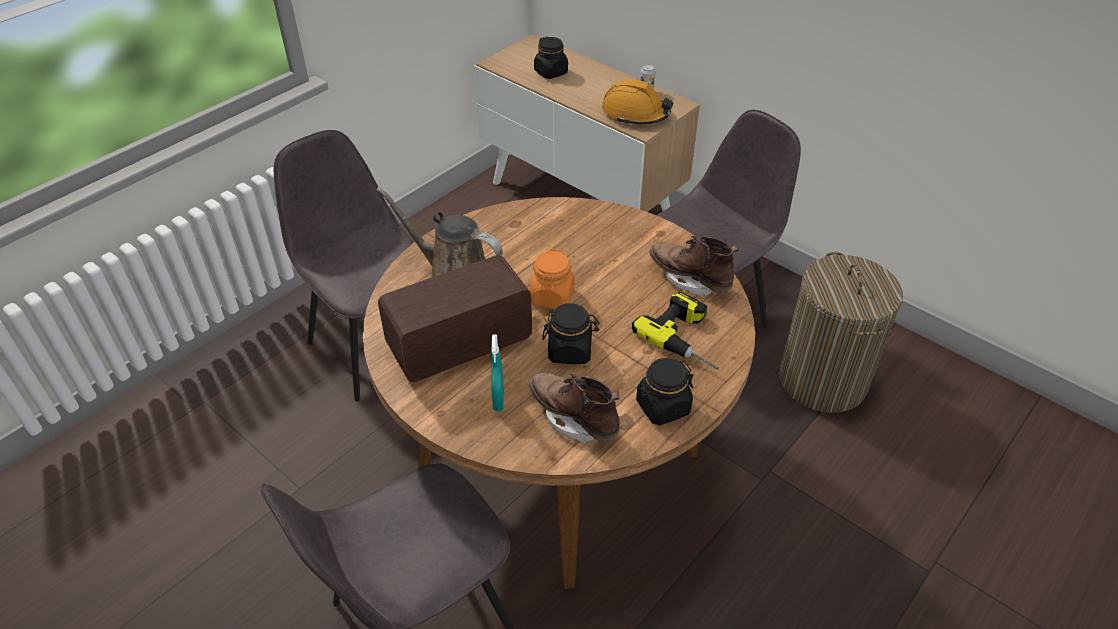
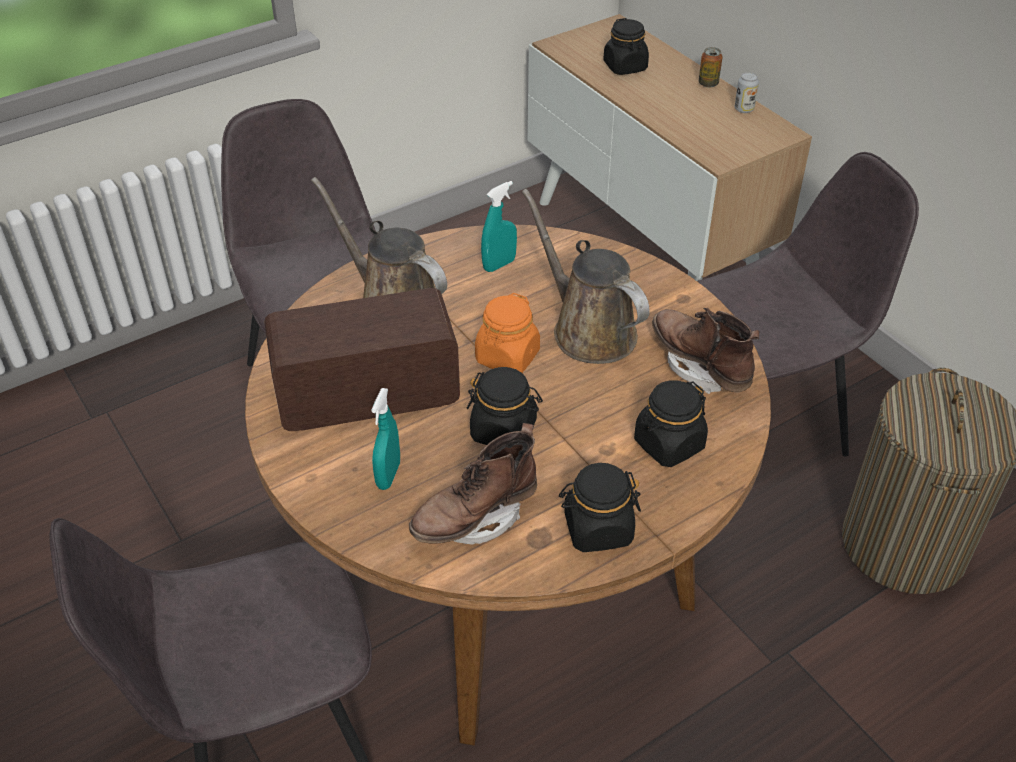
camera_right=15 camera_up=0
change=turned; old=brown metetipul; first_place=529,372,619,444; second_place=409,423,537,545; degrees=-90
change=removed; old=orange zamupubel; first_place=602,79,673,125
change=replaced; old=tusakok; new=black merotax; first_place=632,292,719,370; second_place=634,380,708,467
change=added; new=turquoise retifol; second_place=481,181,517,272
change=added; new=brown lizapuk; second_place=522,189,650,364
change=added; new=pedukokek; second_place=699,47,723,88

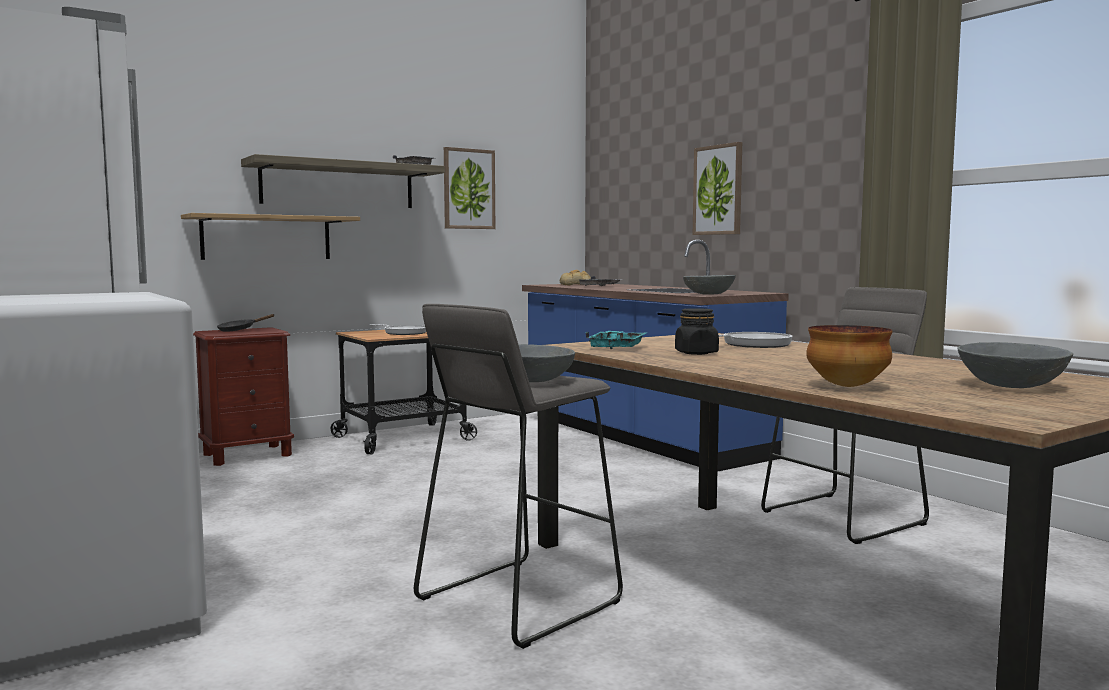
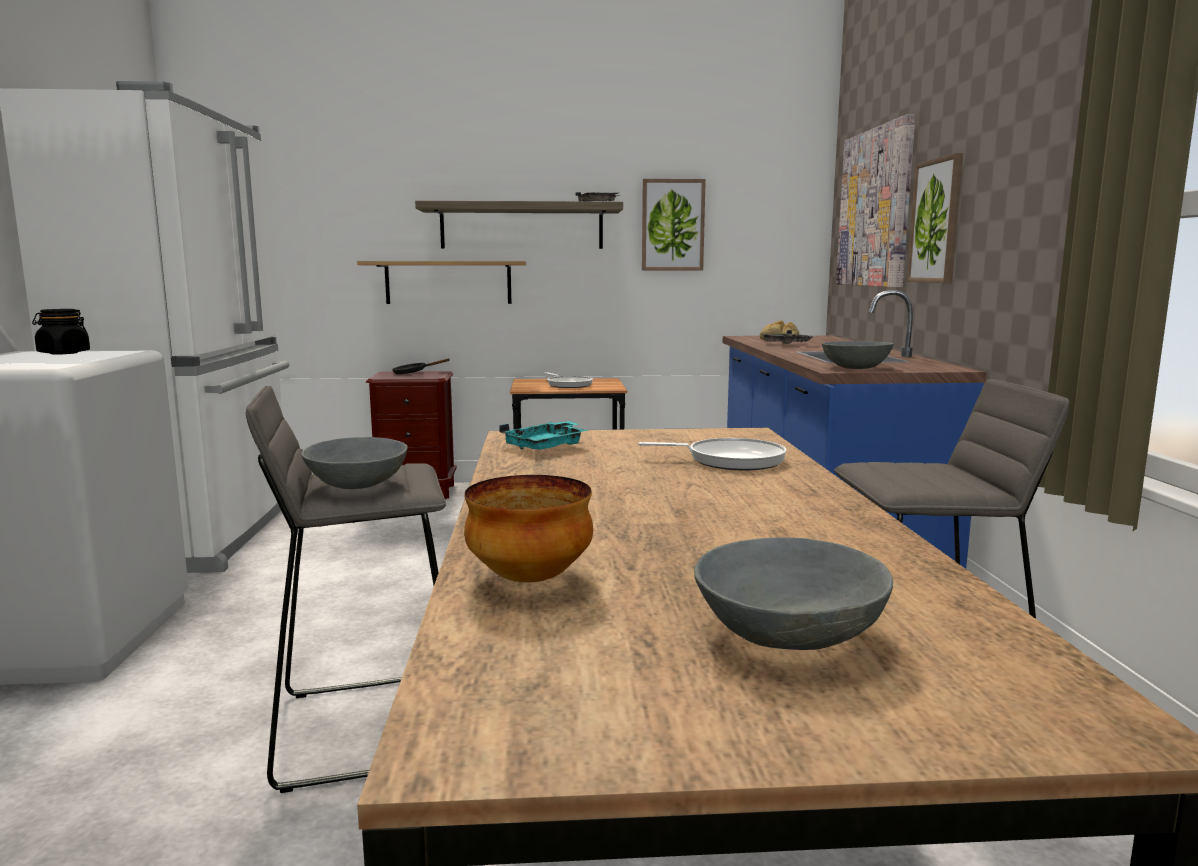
camera_right=30 camera_up=5
change=moved; old=black merotax; first_place=675,308,719,355; second_place=32,309,90,355
change=added; new=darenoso; second_place=836,114,915,287

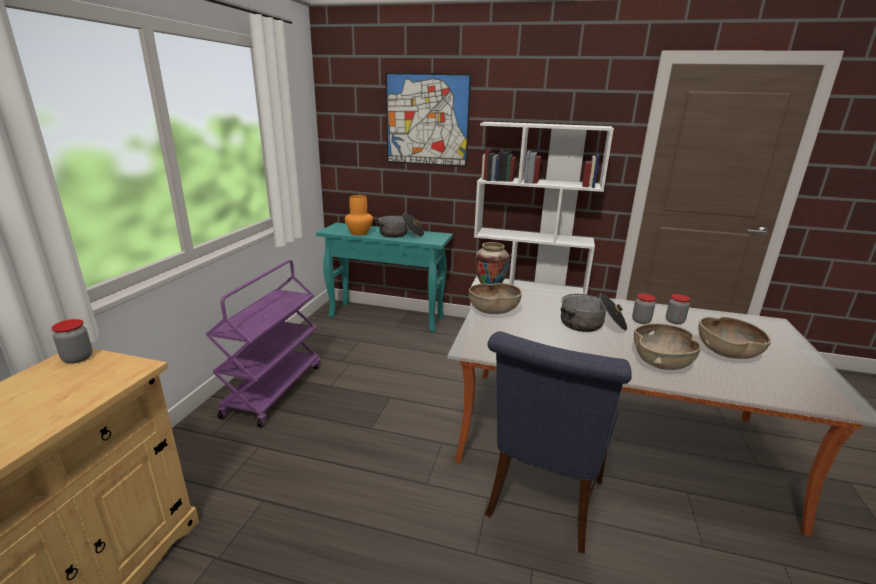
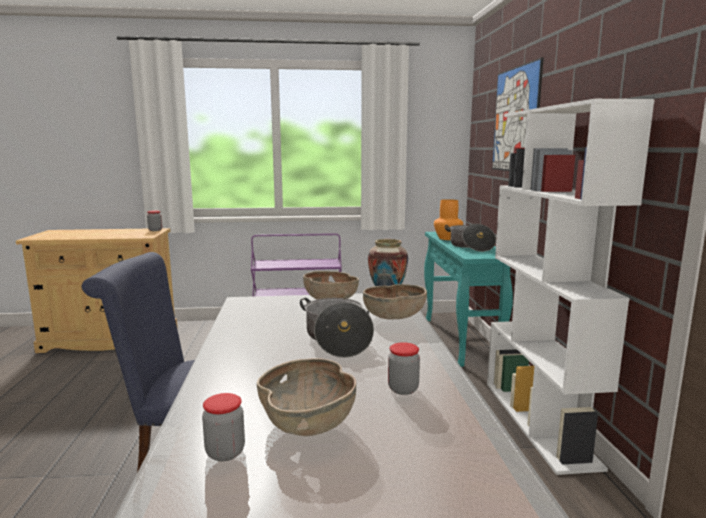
camera_right=70 camera_up=-10
change=moved; old=merotax; first_place=632,294,656,324; second_place=202,393,245,461
change=moved; old=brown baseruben; first_place=634,323,701,370; second_place=363,284,427,319

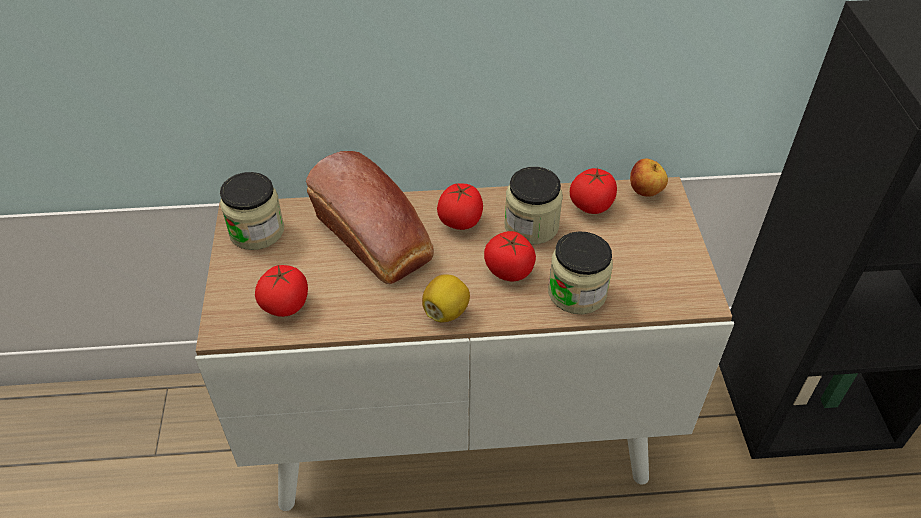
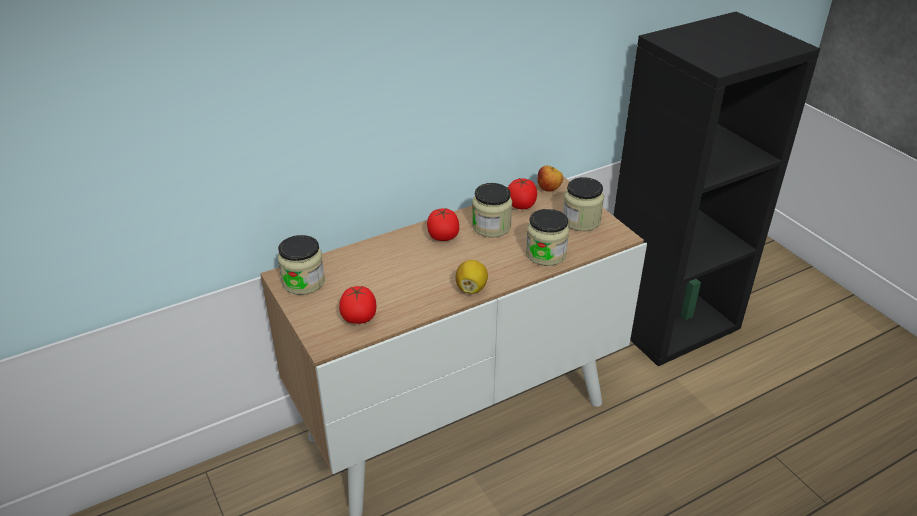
camera_right=-25 camera_up=-10
change=removed; old=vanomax; first_place=306,151,434,284
change=removed; old=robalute; first_place=484,231,536,281
change=added; new=merotax; second_place=563,177,604,231

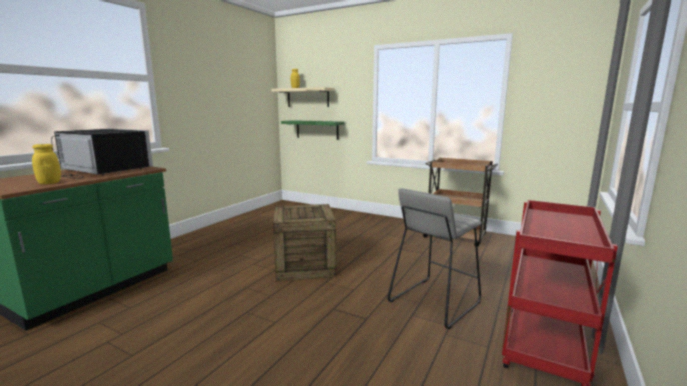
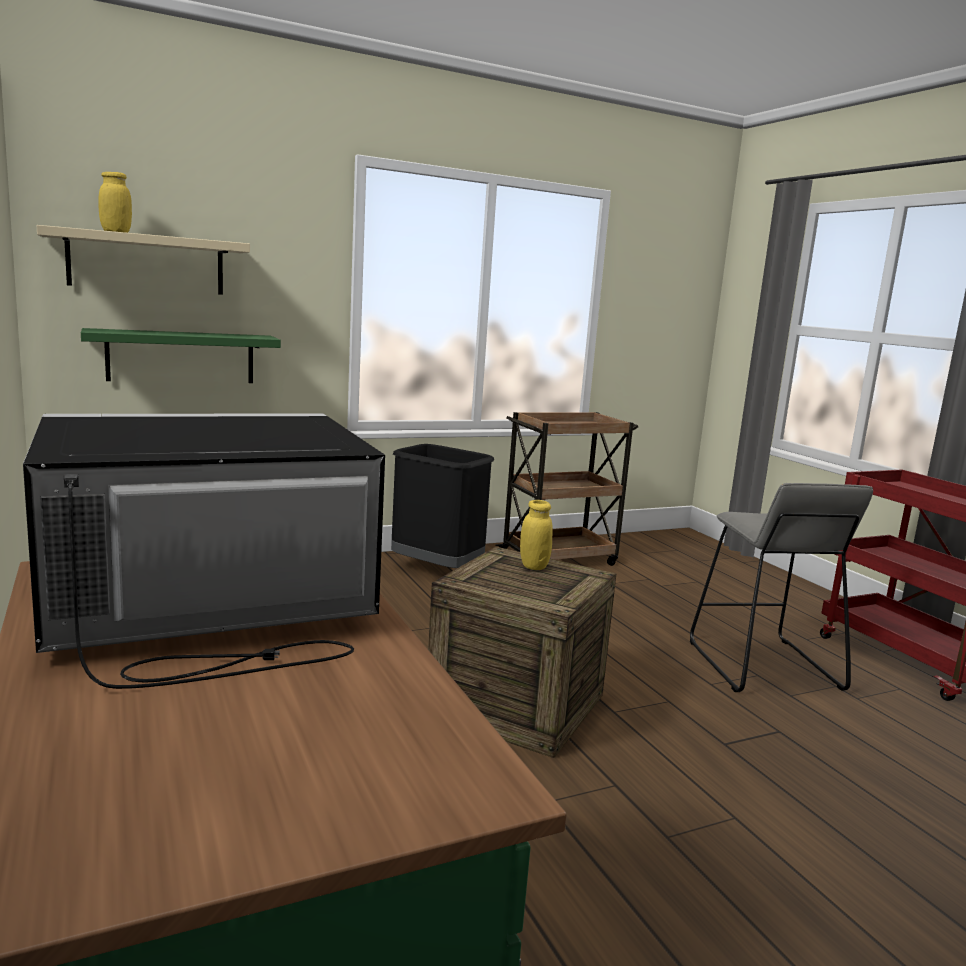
camera_right=-55 camera_up=0
change=moved; old=yellow merotax; first_place=32,144,61,184; second_place=520,500,553,570
change=added; new=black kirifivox; second_place=391,444,494,568

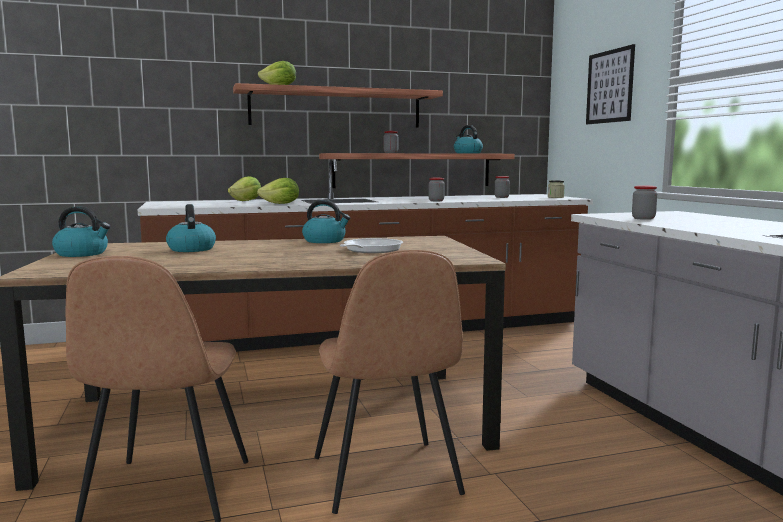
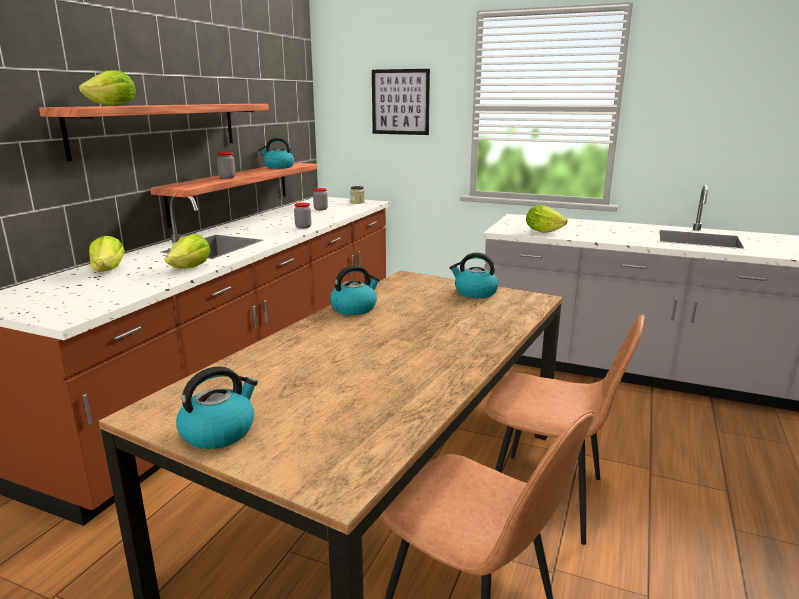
camera_right=-50 camera_up=10
change=moved; old=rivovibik; first_place=166,204,216,252; second_place=450,253,499,298
change=removed; old=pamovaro; first_place=340,238,403,253
change=replaced; old=merotax; new=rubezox; first_place=632,185,657,220; second_place=526,205,568,233

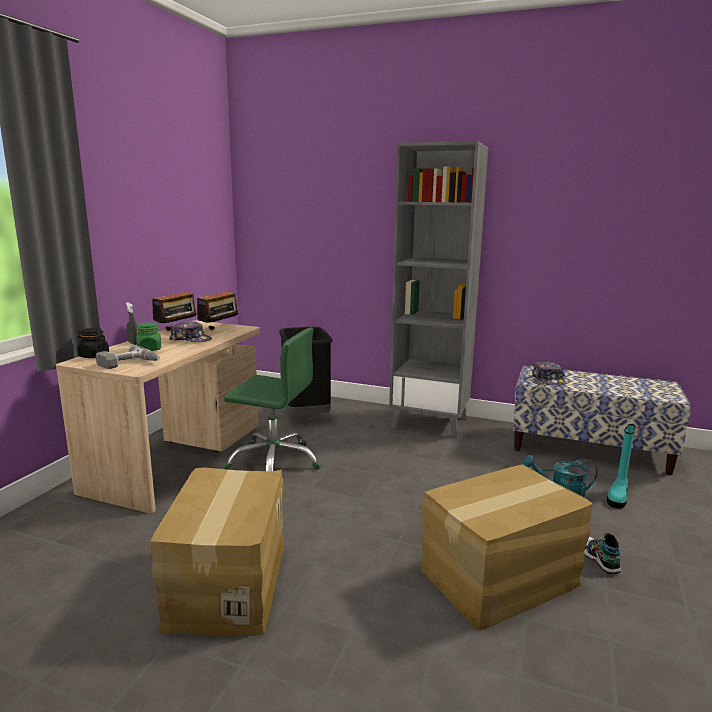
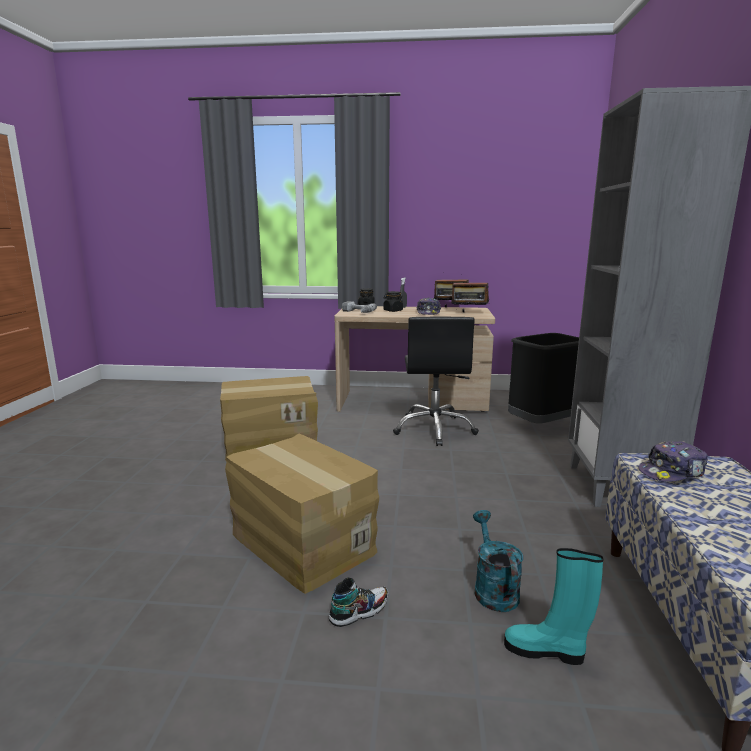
camera_right=75 camera_up=0
change=recoloured; old=green merotax; new=black merotax; first_place=137,322,161,351; second_place=383,291,403,312
change=recoloured; old=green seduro; new=black seduro; first_place=223,328,322,471; second_place=393,317,479,446

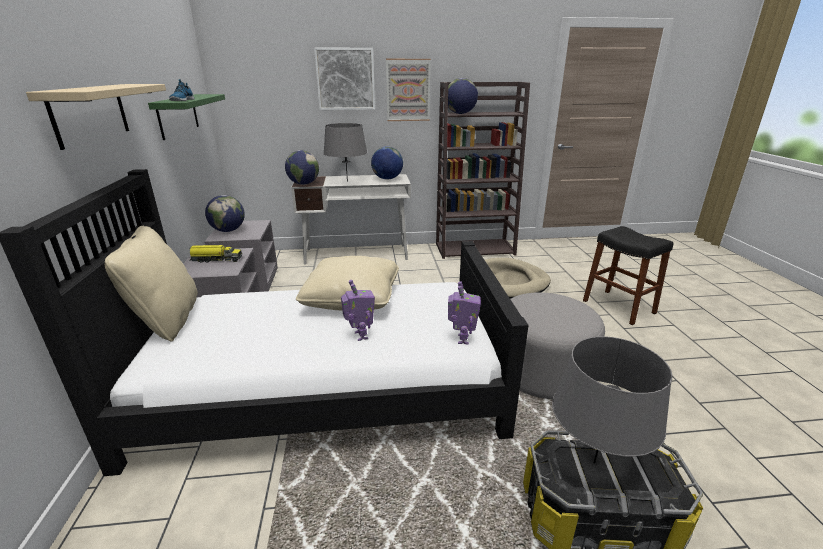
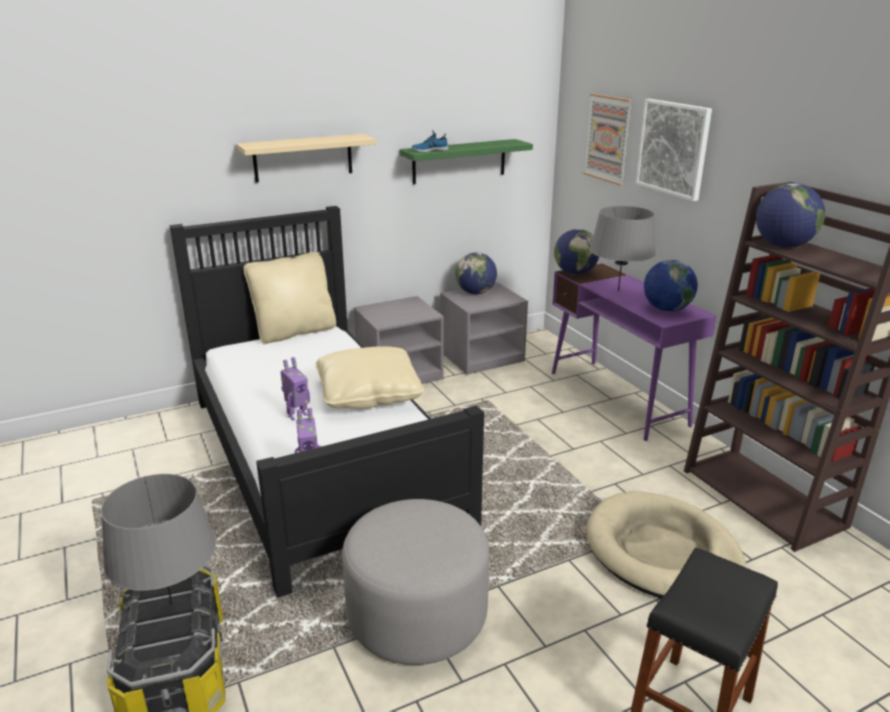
camera_right=70 camera_up=0
change=removed; old=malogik; first_place=189,245,242,263
change=recoloured; old=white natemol; new=purple natemol; first_place=291,174,411,265; second_place=552,263,716,441
change=moved; old=darenoso; first_place=386,59,431,121; second_place=584,93,633,185

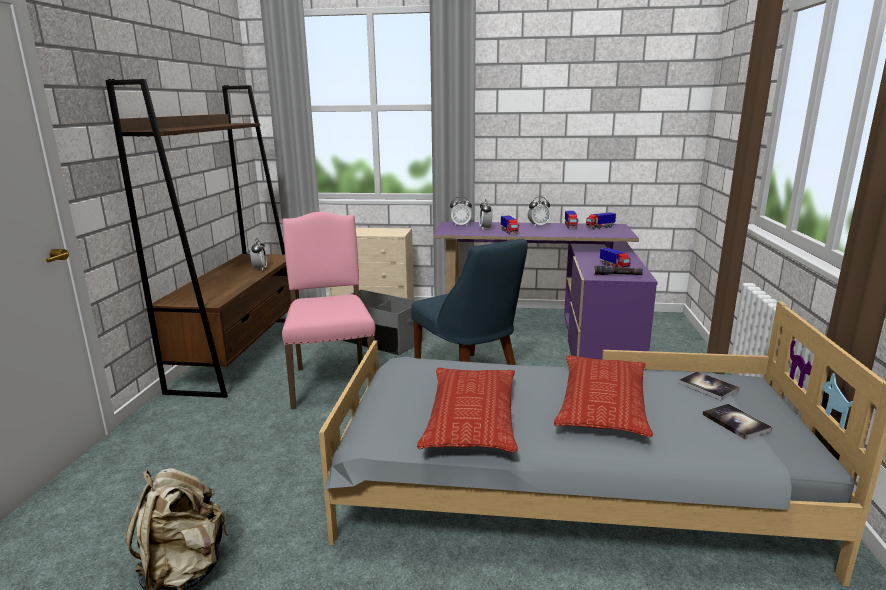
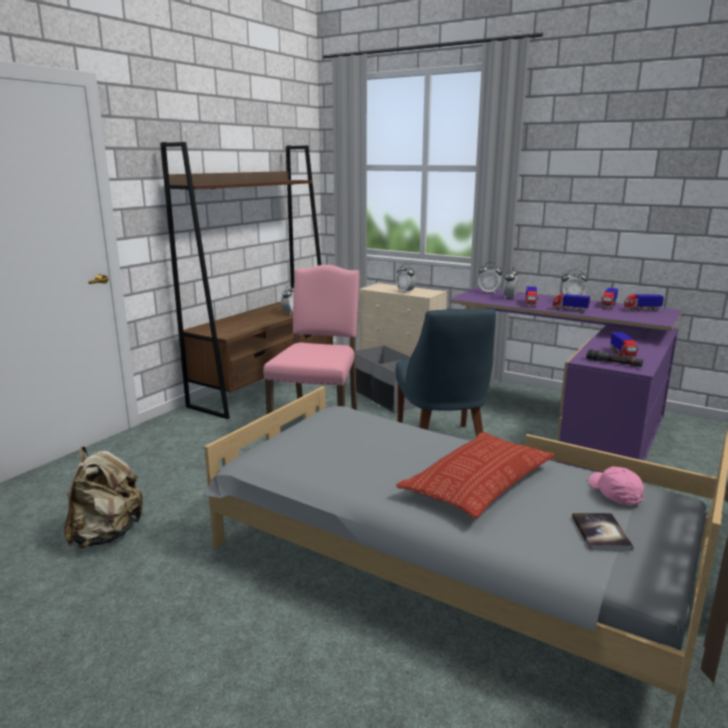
camera_right=25 camera_up=0
change=removed; old=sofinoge; first_place=417,367,518,452
change=replaced; old=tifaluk; new=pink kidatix; first_place=678,371,739,401; second_place=589,467,644,505
change=added; new=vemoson; second_place=396,264,416,293
change=added; new=malogik; second_place=552,294,590,313

